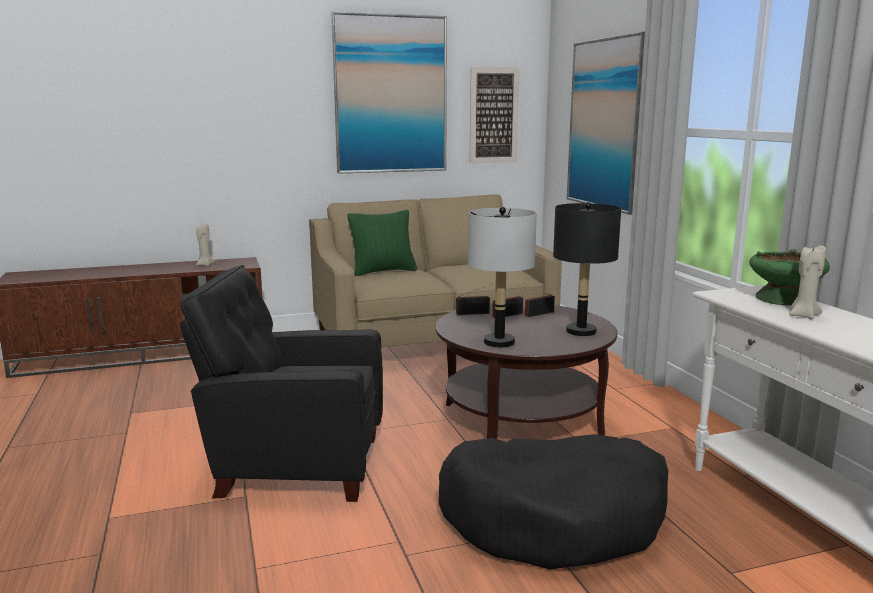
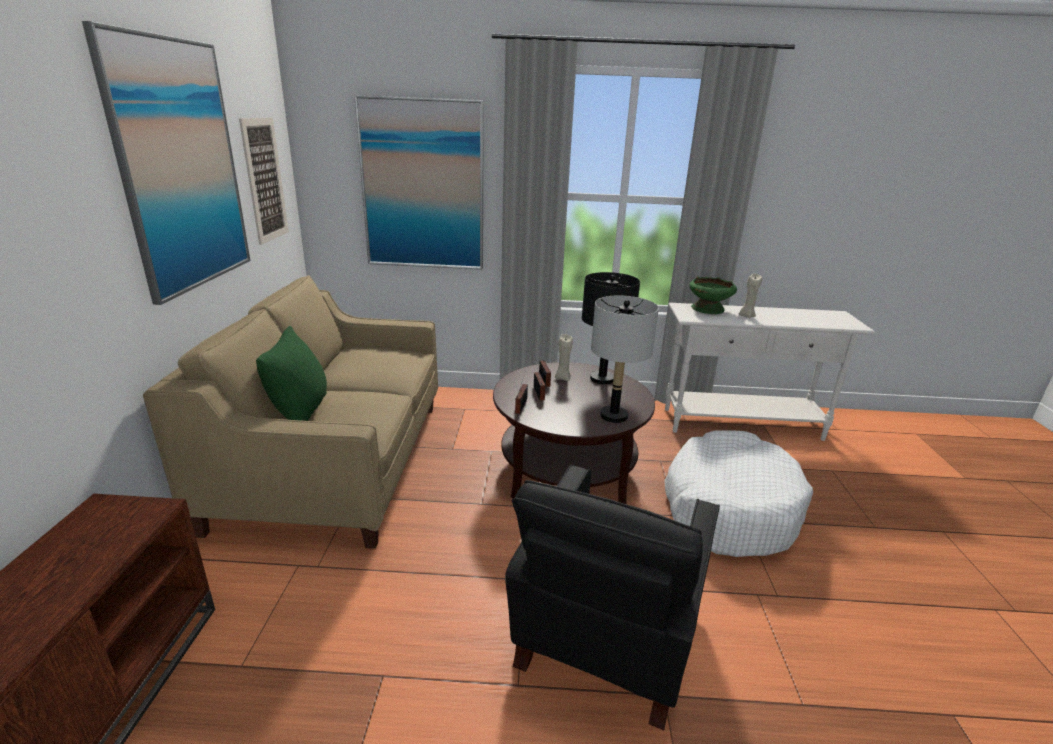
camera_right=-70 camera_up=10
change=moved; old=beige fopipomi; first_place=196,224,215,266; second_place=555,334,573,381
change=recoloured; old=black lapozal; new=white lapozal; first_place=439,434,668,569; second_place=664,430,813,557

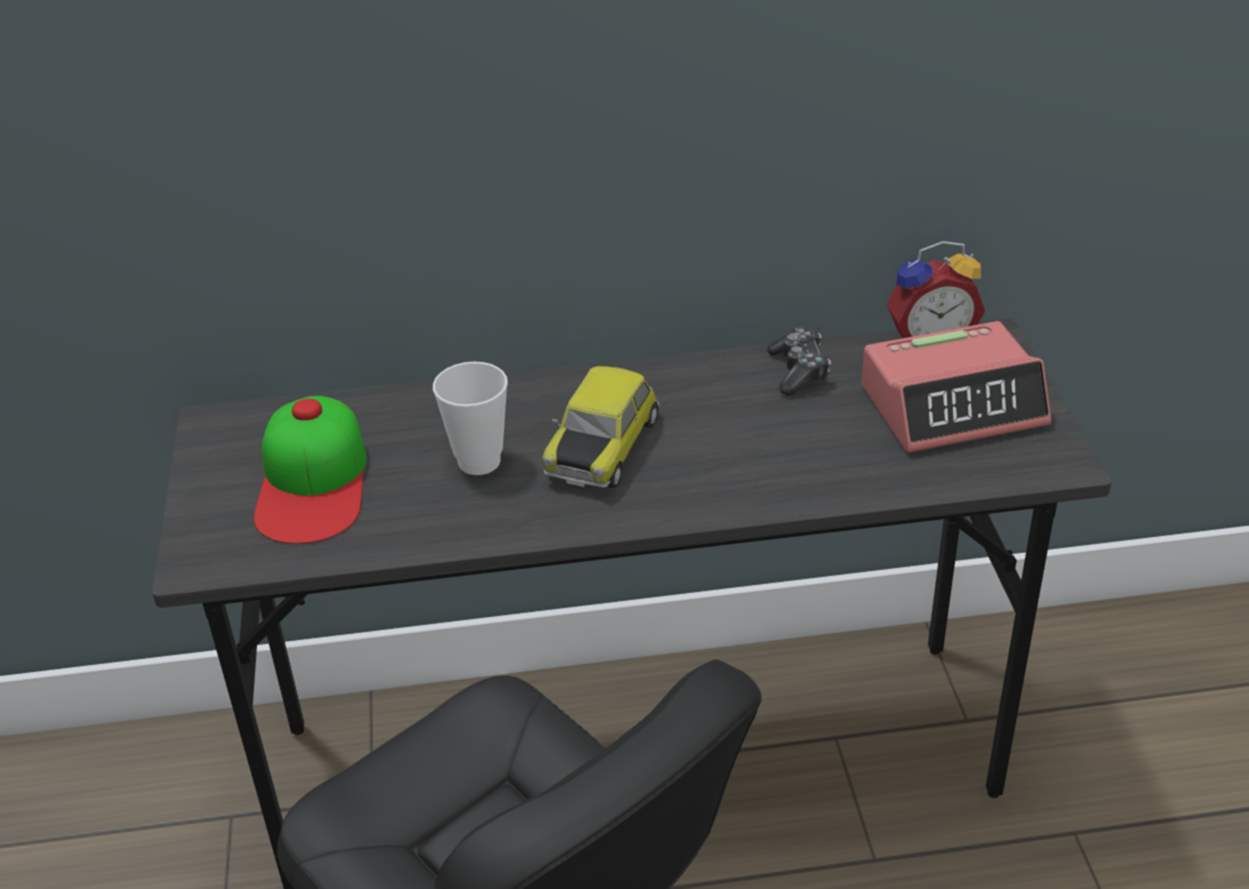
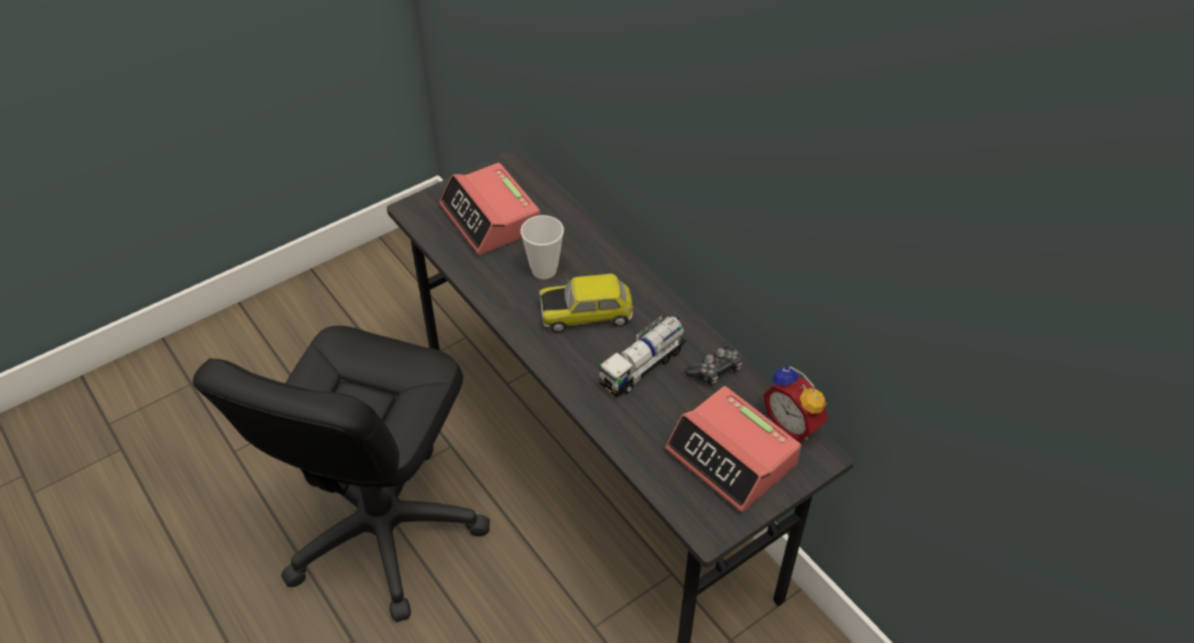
camera_right=60 camera_up=10
change=replaced; old=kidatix; new=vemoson; first_place=254,396,367,544; second_place=440,163,540,255
change=added; new=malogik; second_place=599,315,686,397

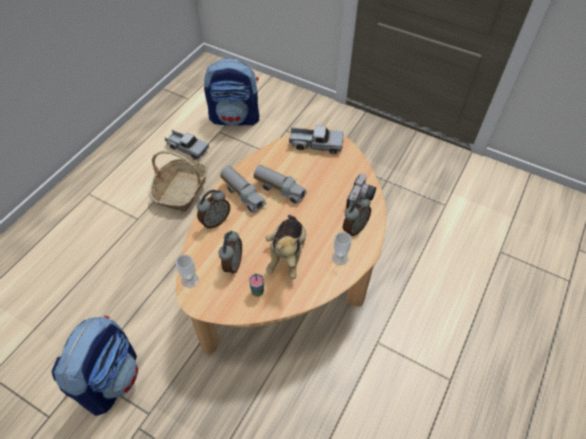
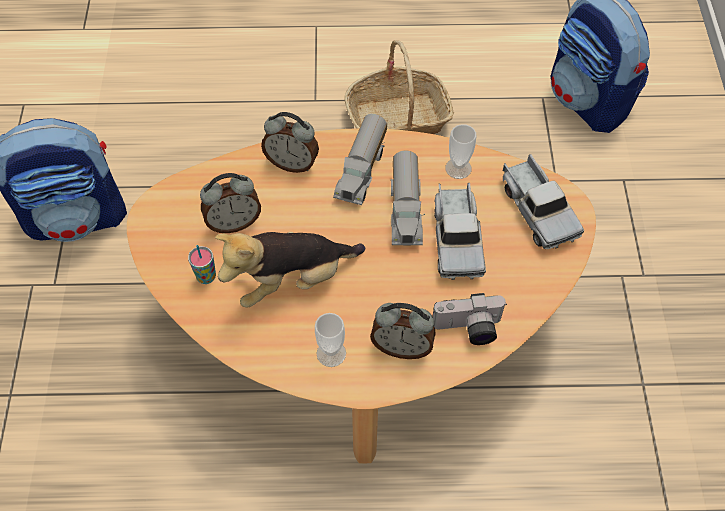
camera_right=60 camera_up=5
change=moved; old=malogik; first_place=165,130,209,160; second_place=434,183,486,280
change=moved; old=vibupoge; first_place=176,254,199,288; second_place=446,124,476,179

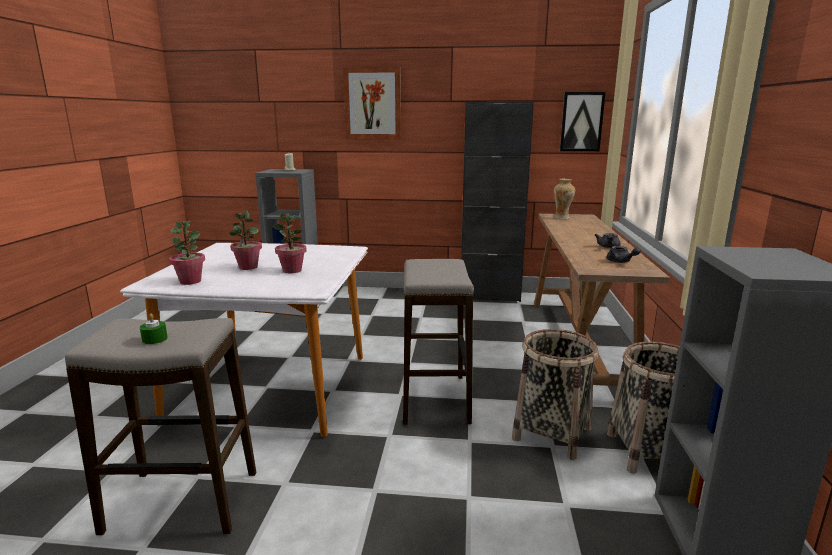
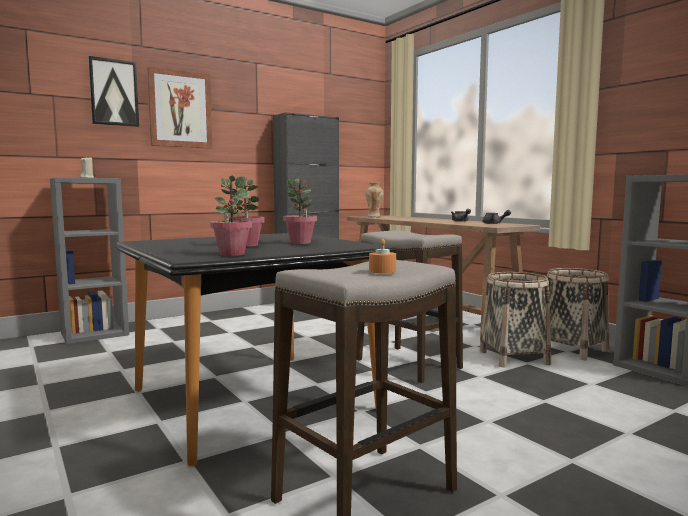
camera_right=-40 camera_up=-10
change=recoloured; old=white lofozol; new=black lofozol; first_place=120,243,368,437; second_place=116,233,398,466
change=recoloured; old=green fopipomi; new=orange fopipomi; first_place=140,314,168,344; second_place=369,239,396,273
change=moved; old=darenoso; first_place=560,92,606,151; second_place=88,56,139,127

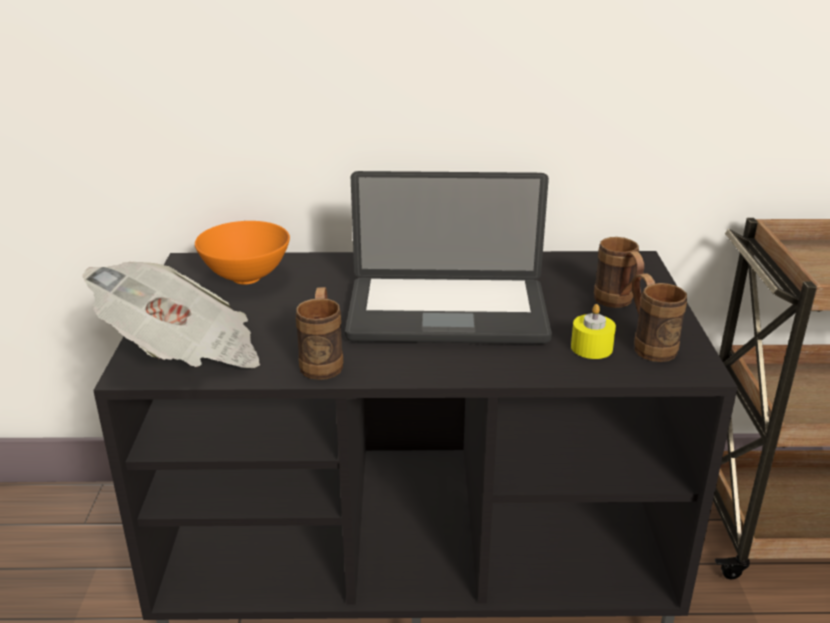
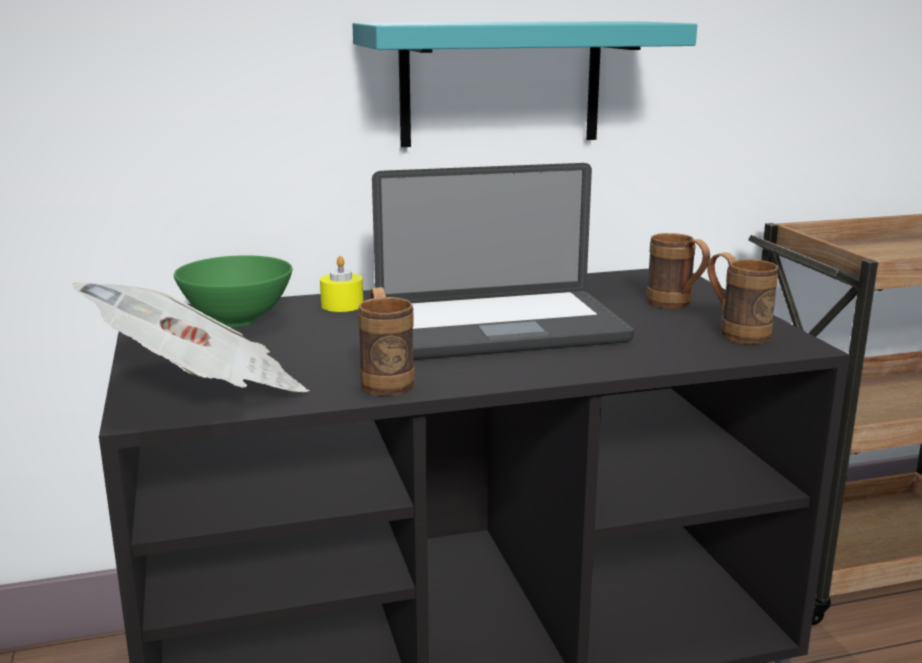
camera_right=-15 camera_up=-10
change=recoloured; old=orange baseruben; new=green baseruben; first_place=195,221,290,285; second_place=174,255,292,327
change=moved; old=yellow fopipomi; first_place=571,304,616,359; second_place=320,256,363,312
change=added; new=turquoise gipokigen; second_place=352,21,697,147

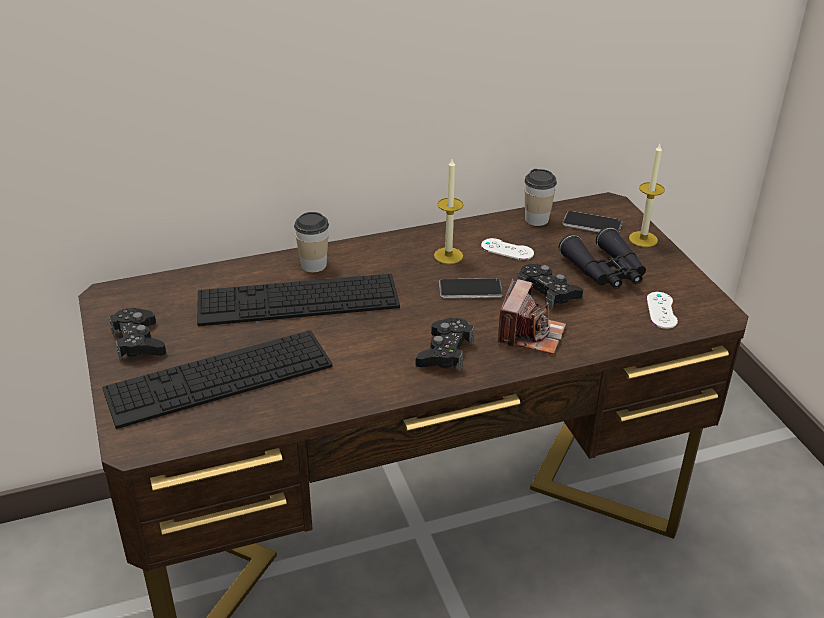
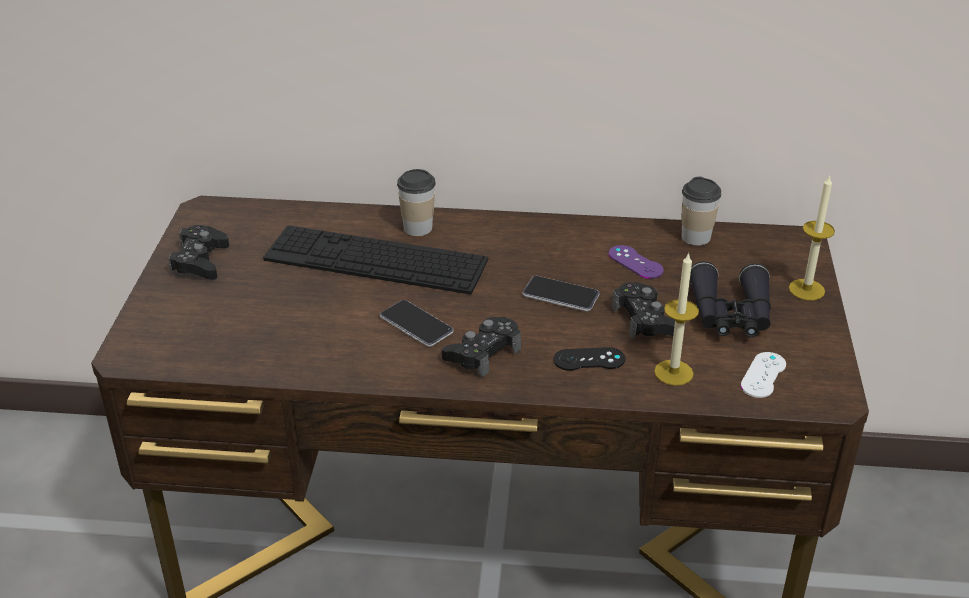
camera_right=25 camera_up=0
change=removed; old=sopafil; first_place=102,330,332,429
change=moved; old=fopipomi; first_place=434,159,463,264; second_place=654,252,699,386
change=recoloured; old=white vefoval; new=purple vefoval; first_place=481,238,534,260; second_place=608,245,664,279
change=replaced; old=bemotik; new=black vefoval; first_place=498,279,566,354; second_place=554,347,625,371
change=moved; old=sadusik; first_place=563,211,622,233; second_place=380,300,454,347

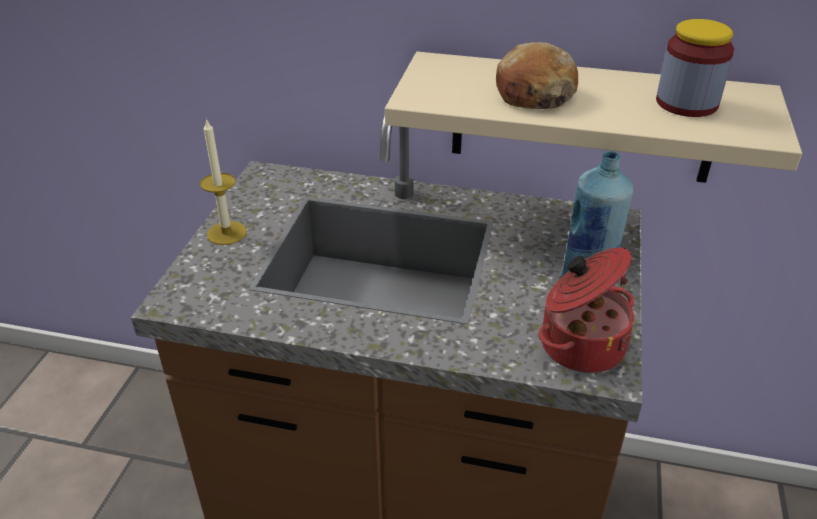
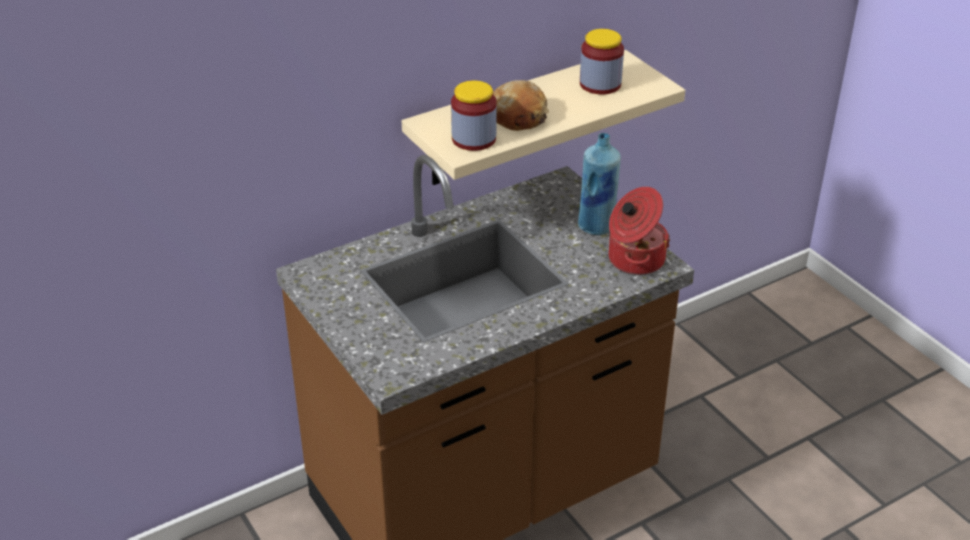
camera_right=-45 camera_up=0
change=removed; old=fopipomi; first_place=200,118,247,245
change=added; new=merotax; second_place=451,81,497,151

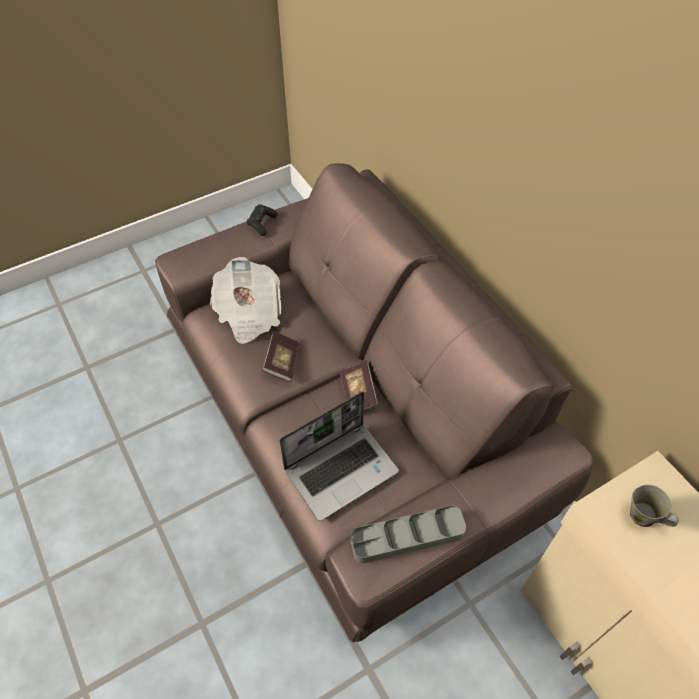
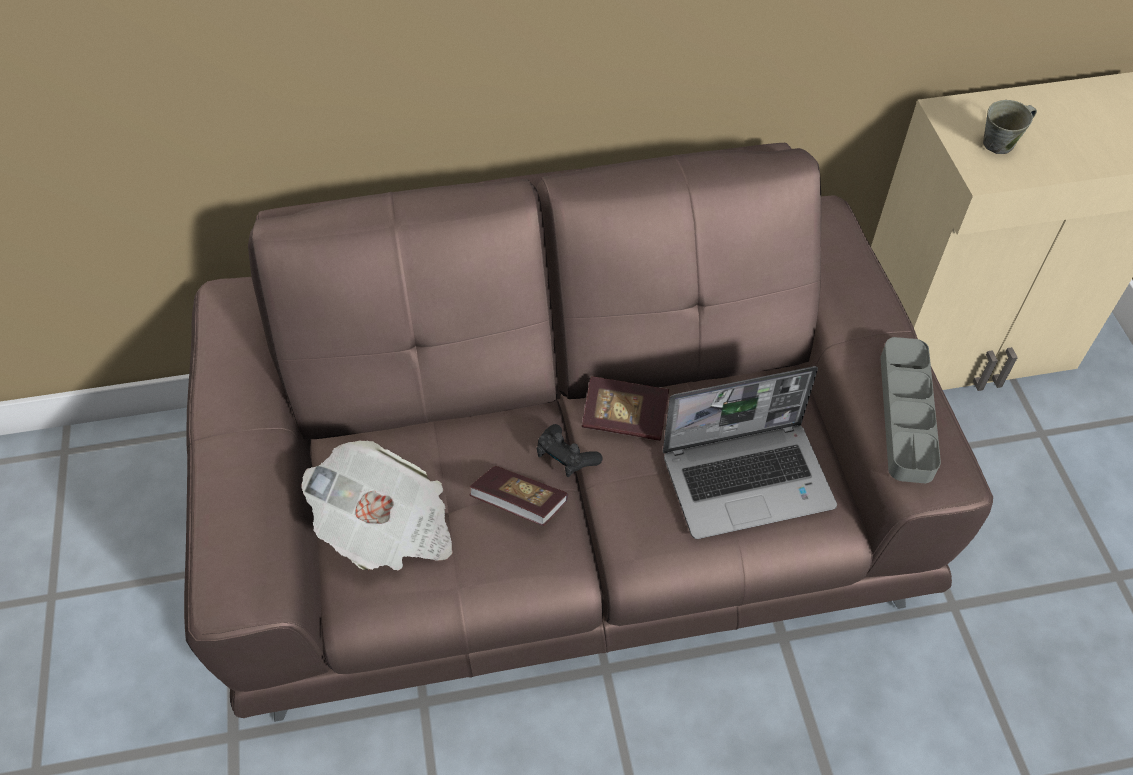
camera_right=-70 camera_up=0
change=moved; old=black vefoval; first_place=247,204,278,236; second_place=537,424,602,477
change=turned; old=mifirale; first_place=279,392,399,521; second_place=663,366,837,539; degrees=90

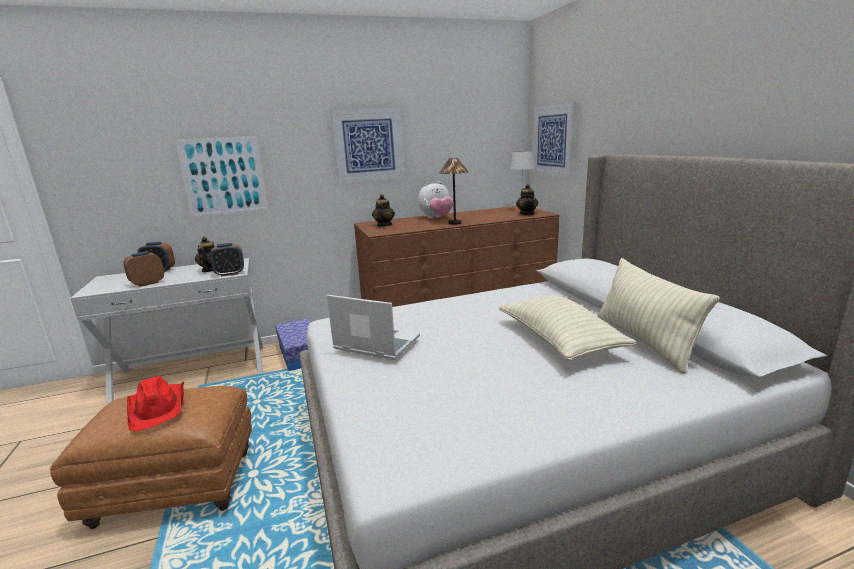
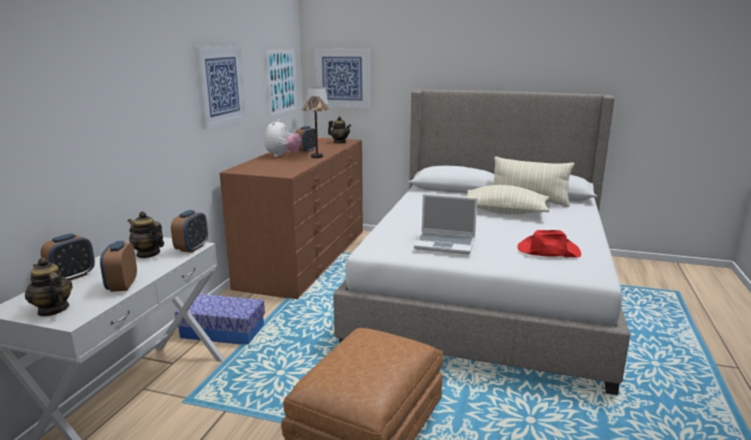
camera_right=-55 camera_up=0
change=moved; old=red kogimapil; first_place=127,376,184,431; second_place=517,230,581,258
change=moved; old=darenoso; first_place=175,136,268,217; second_place=265,49,297,116
change=turned; old=mifirale; first_place=327,295,420,360; second_place=414,194,477,254; degrees=-135
change=moved; old=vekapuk; first_place=372,194,395,227; second_place=25,258,73,317
change=added; new=vemoson; second_place=295,126,318,153

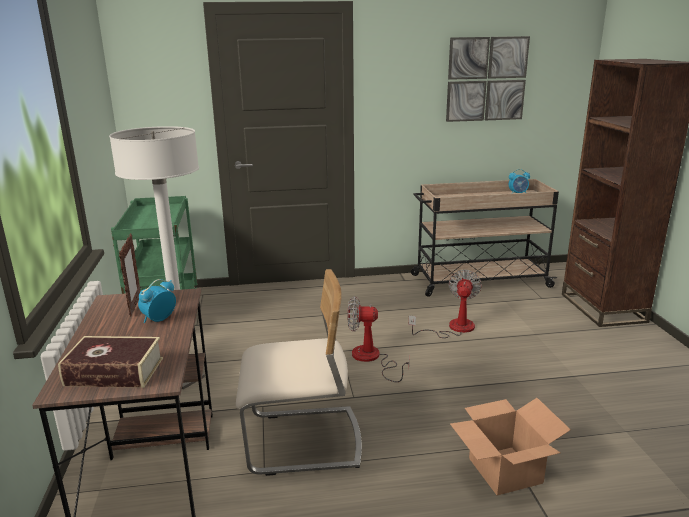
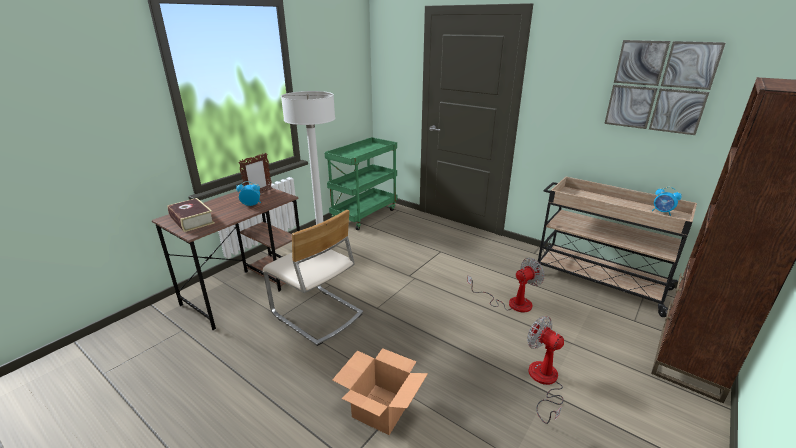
camera_right=45 camera_up=5
change=moved; old=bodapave; first_place=347,296,409,382; second_place=527,316,564,424

